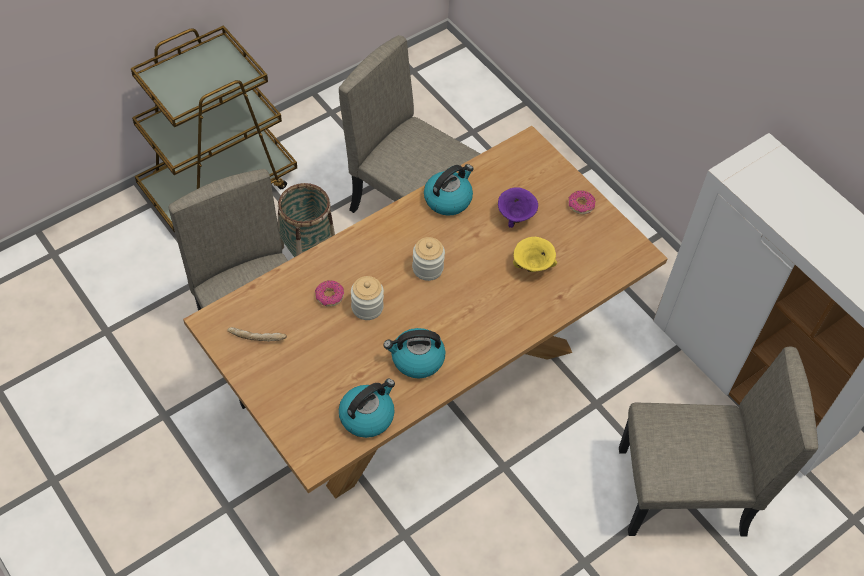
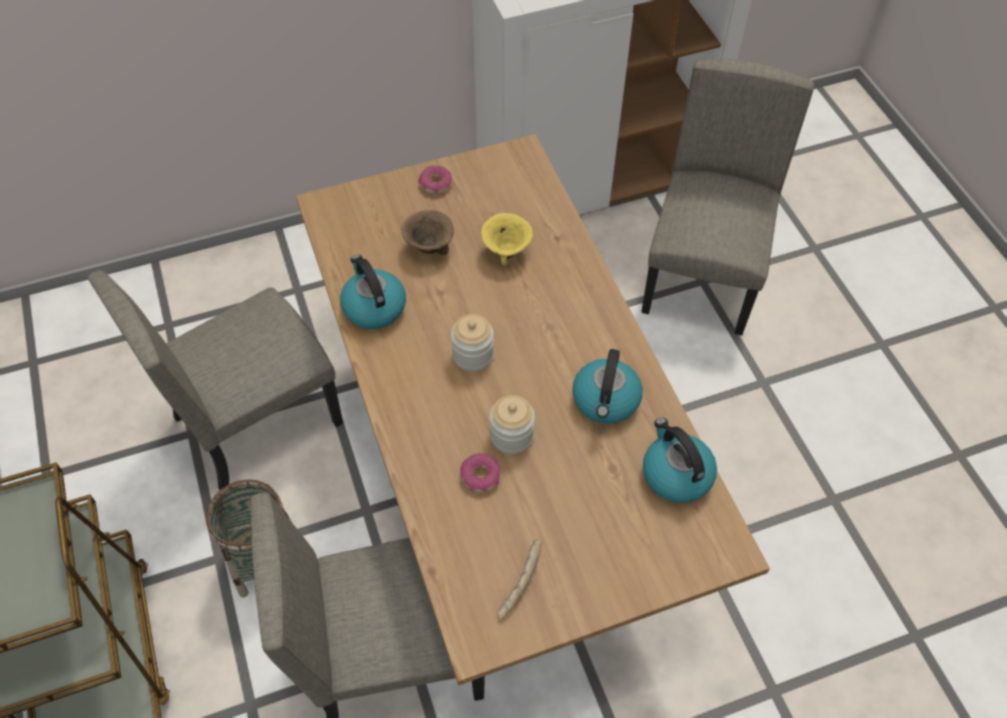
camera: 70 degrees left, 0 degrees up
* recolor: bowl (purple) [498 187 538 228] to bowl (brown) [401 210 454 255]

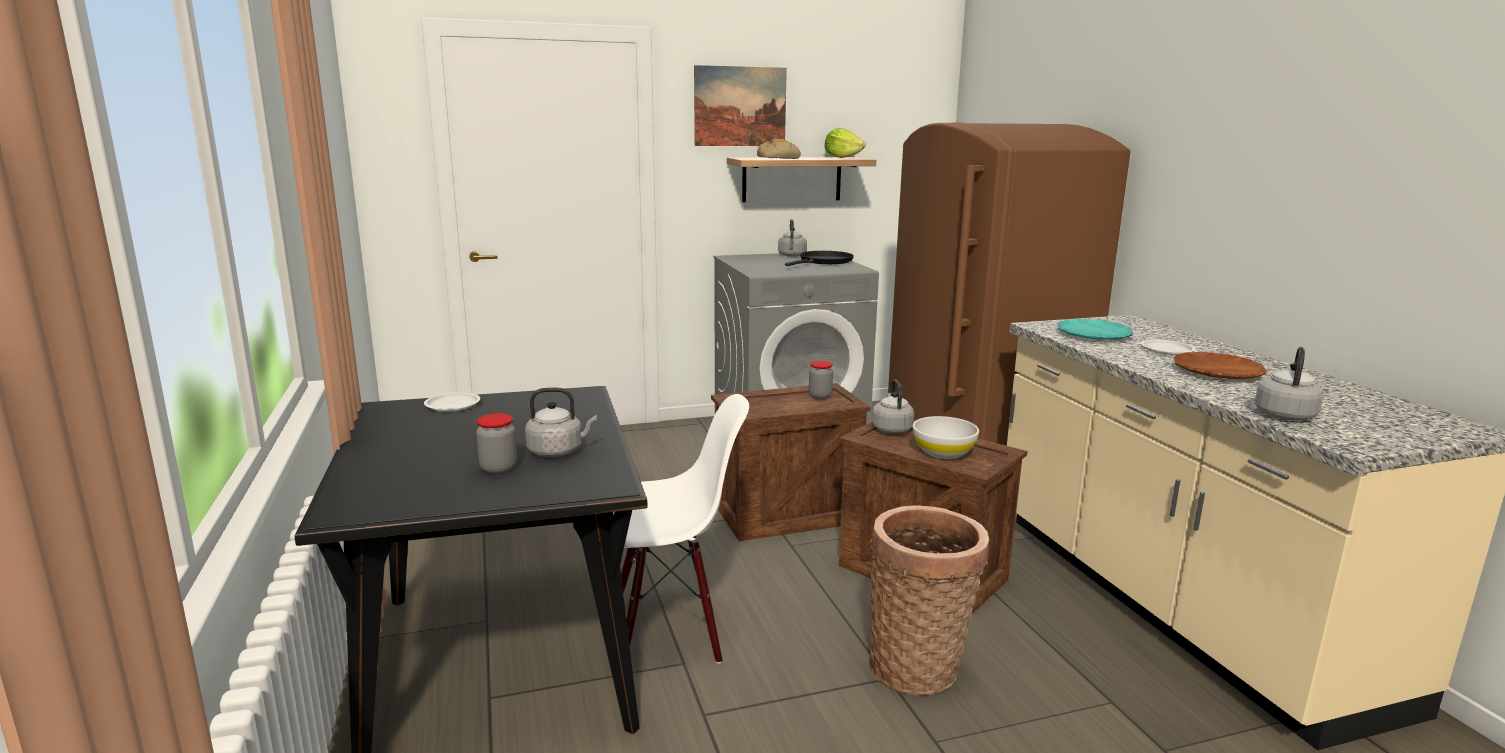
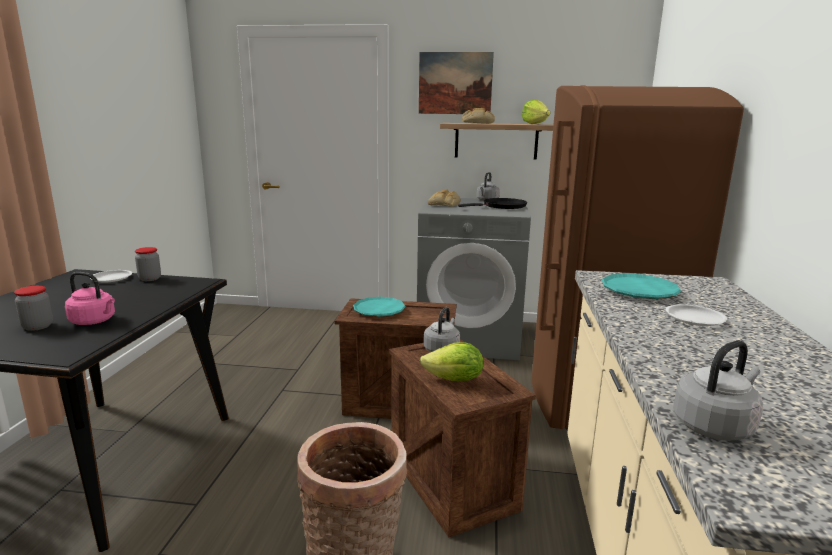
camera: 25 degrees right, 0 degrees up
* delete: chair (white) [613 394 749 664]
* delete: plate (brown) [1173 352 1267 379]
* insert: plate (turquoise) [353 297 406 317]
* insert: bread [428 189 461 207]
* move: jar [809 361 833 399] to [135 247 161 281]
* replace: bowl (white) [913 416 979 459] to lettuce [420 342 483 381]
* recolor: kettle (grey) [525 388 597 457] to kettle (pink) [65 272 115 325]

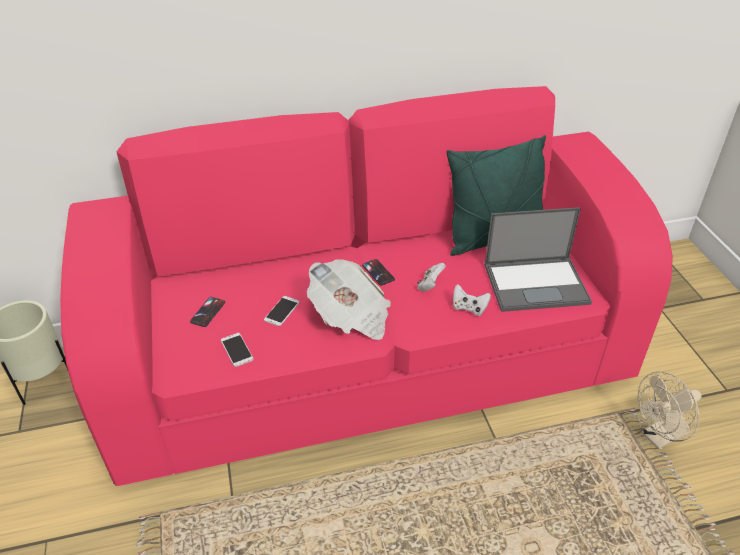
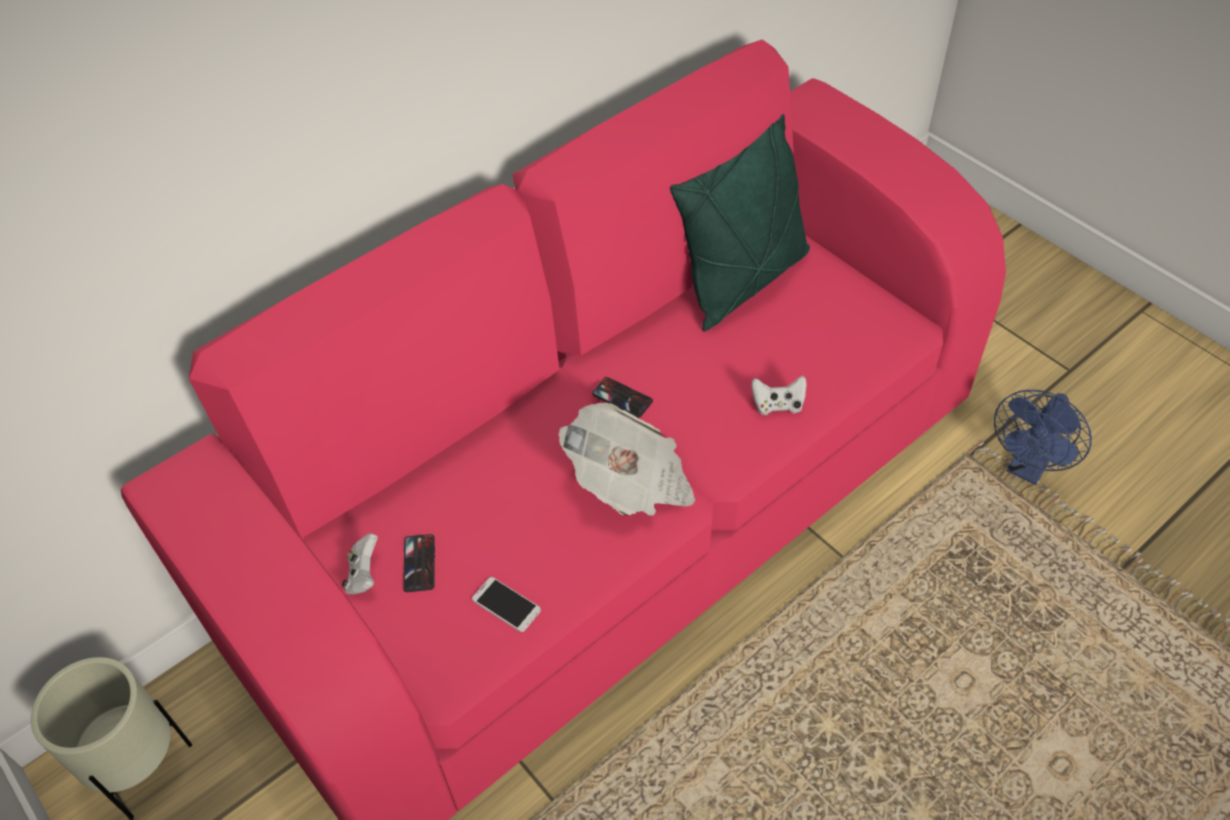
camera: 25 degrees left, 10 degrees up
* delete: phone [264 296 300 326]
* delete: laptop [484 207 592 312]
* move: game controller (white) [417 263 446 292] to [342 533 378 594]
* recolor: fan (beige) [638 371 702 450] to fan (blue) [994 390 1092 485]

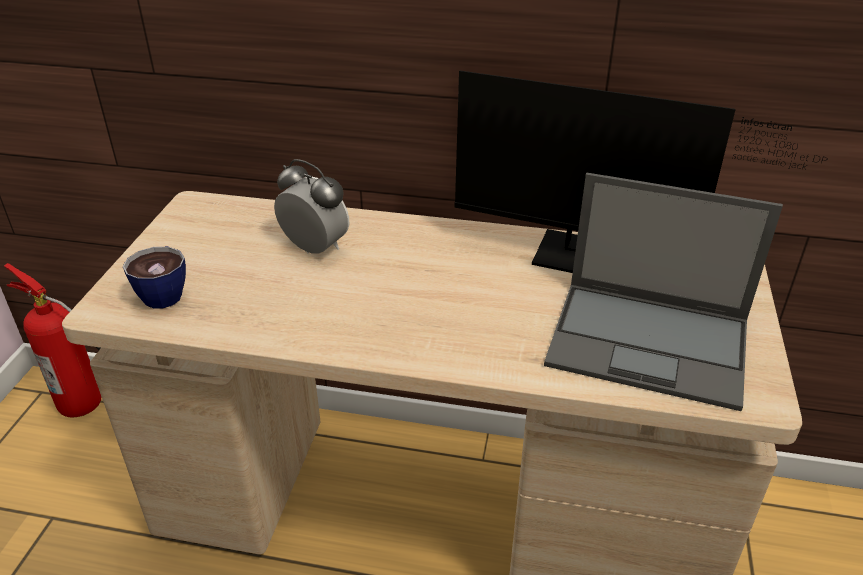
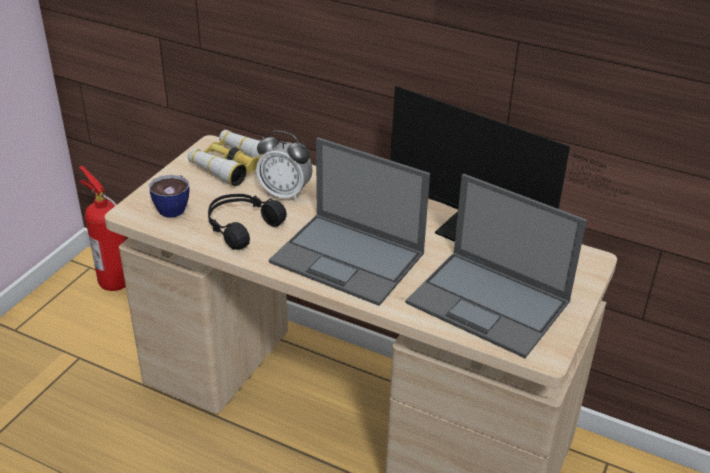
camera: 15 degrees right, 0 degrees up
* insert: binoculars [188 130 265 186]
* insert: headphones (black) [208 194 287 250]
* insert: laptop [269 137 430 306]
* rotate: alarm clock [274 159 349 254] = [256 131 313 202] 150 degrees clockwise

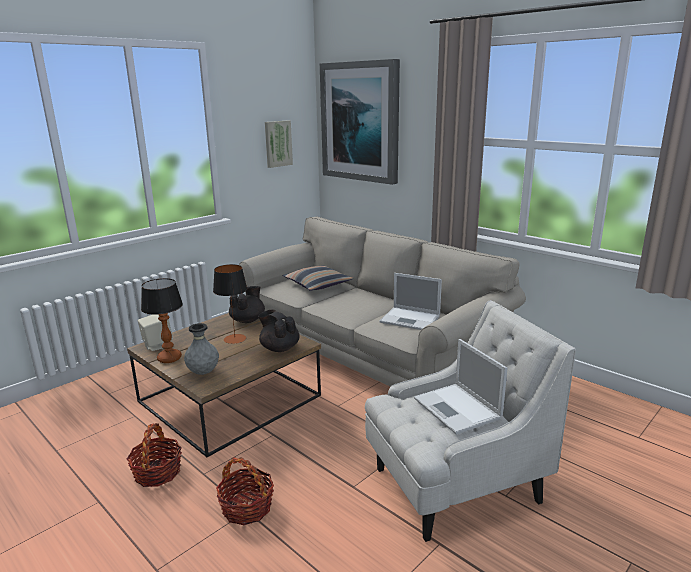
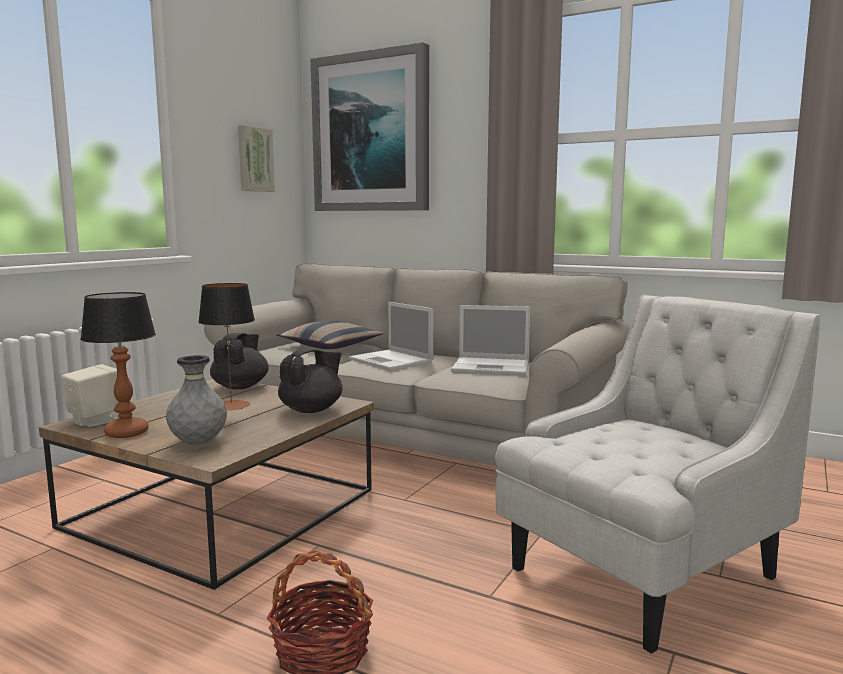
camera: 15 degrees left, 10 degrees down
* delete: basket [127 423 182 487]
* move: laptop [414 339 508 435] to [349 302 433 371]
* rotate: teapot (black) [258 310 300 352] = [278 349 343 413] 105 degrees clockwise

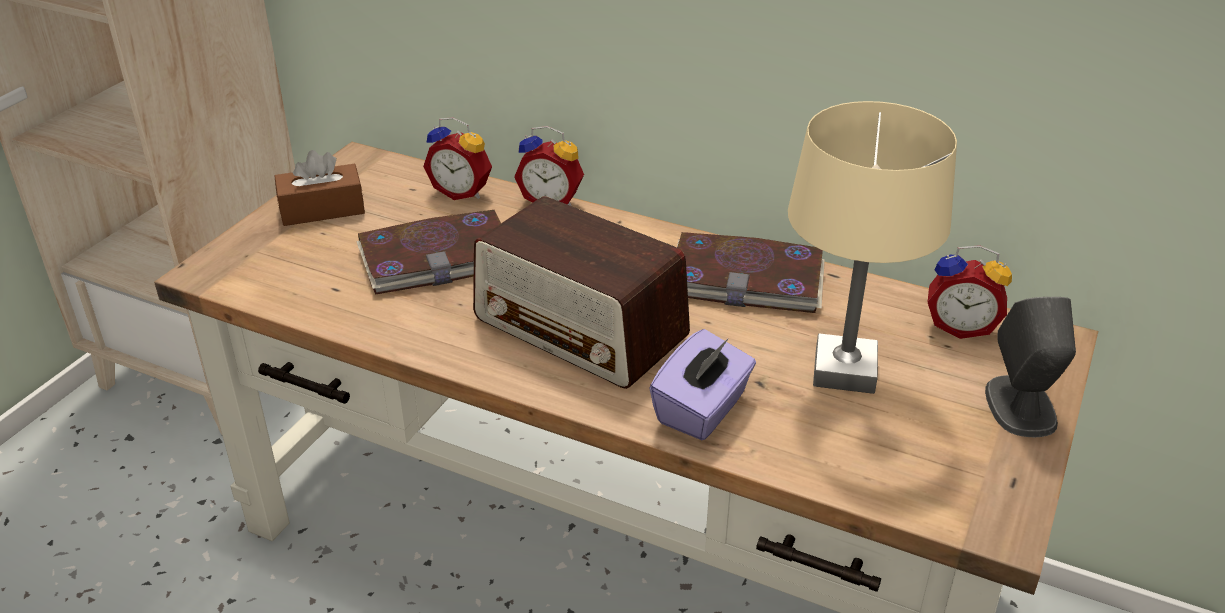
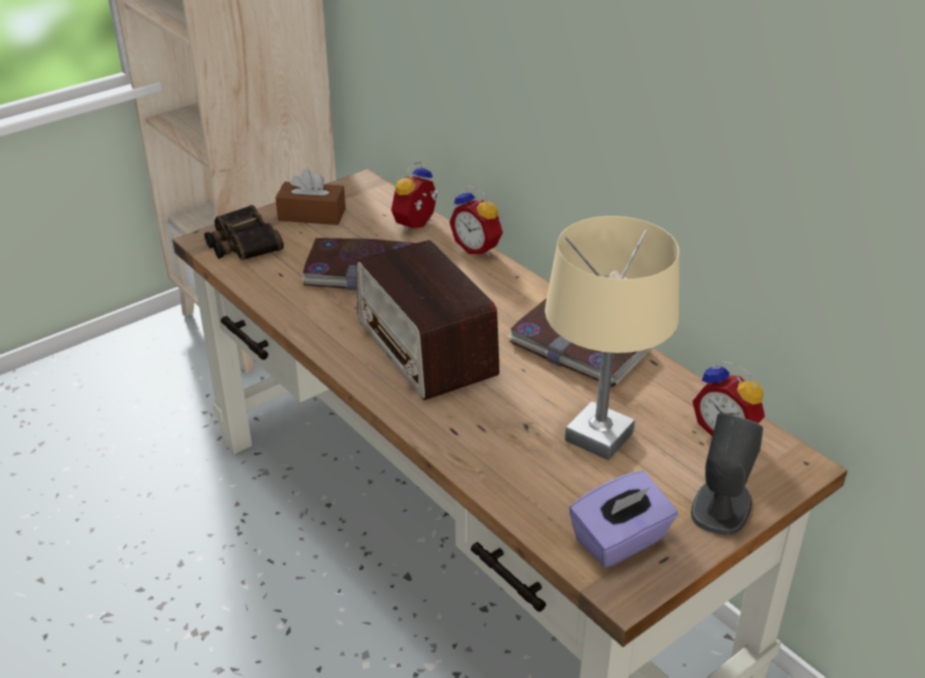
camera: 25 degrees right, 0 degrees up
* insert: binoculars [204 205 284 261]
* move: tissue box (purple) [649 329 756 440] to [569 471 678 568]
* rotate: alarm clock [423 117 492 200] = [391 161 439 232] 75 degrees clockwise

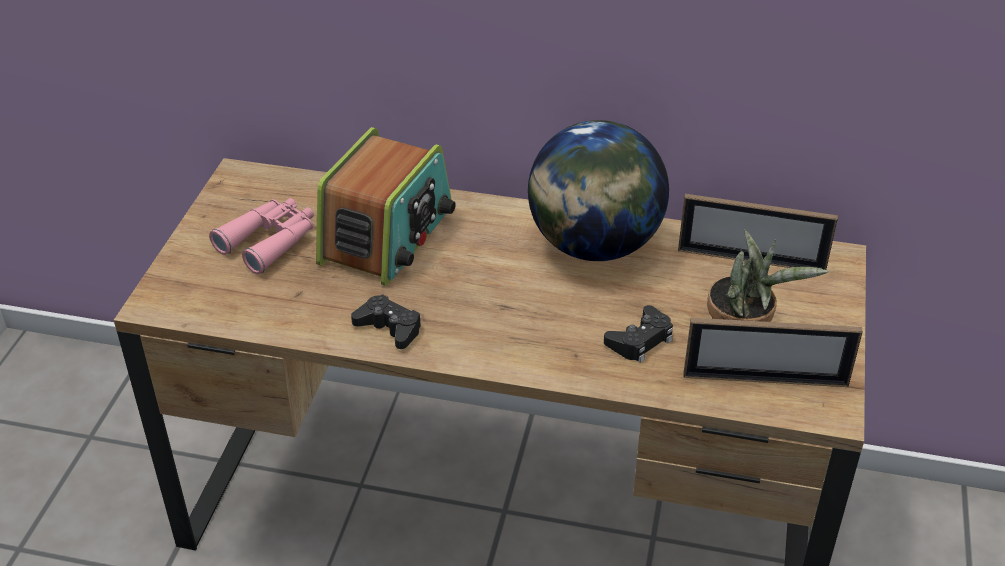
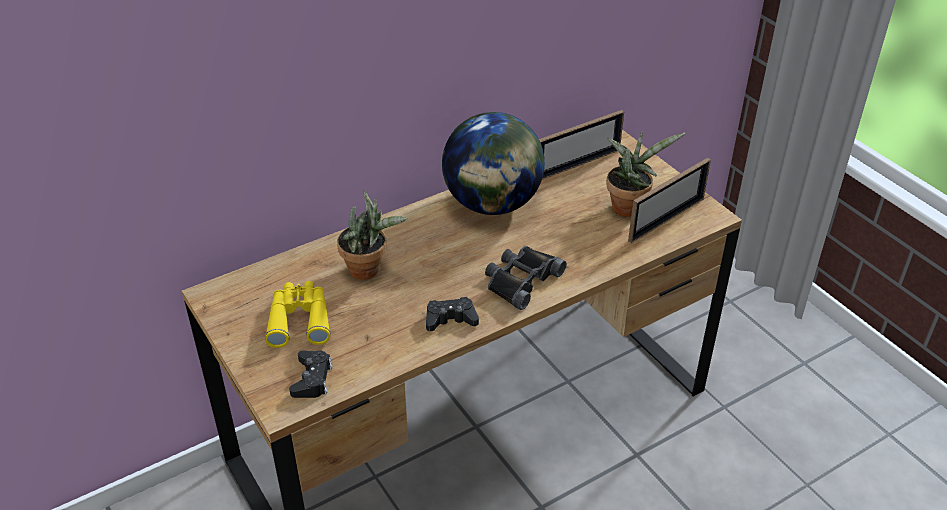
camera: 45 degrees left, 0 degrees up
* insert: binoculars (black) [485 246 566 310]
* move: game controller (black) [604 305 673 363] to [289 350 333 398]
* replace: radio [316 127 456 286] to potted plant [337 191 408 280]
* recolor: binoculars (pink) [209 198 314 274] to binoculars (yellow) [265 281 331 348]

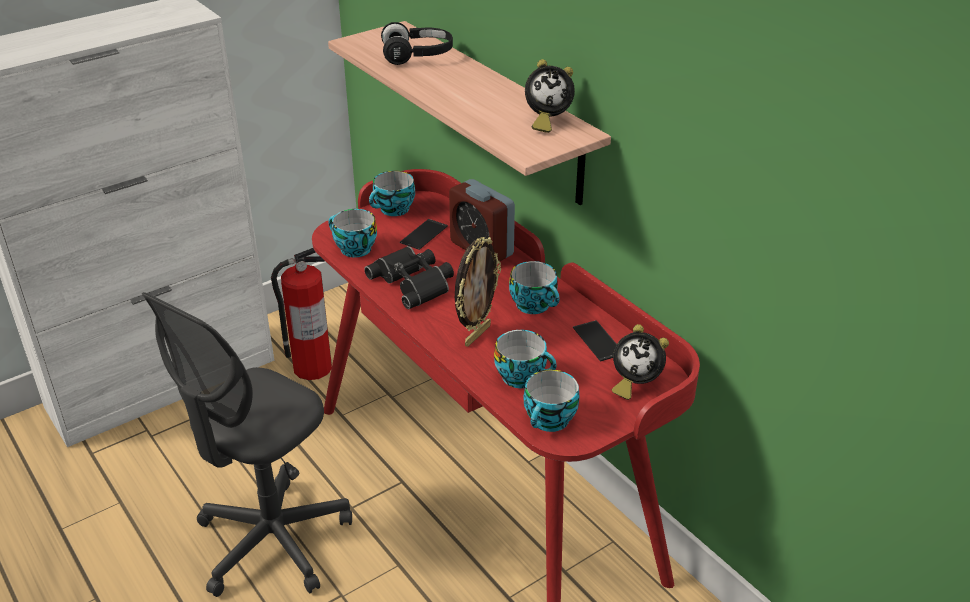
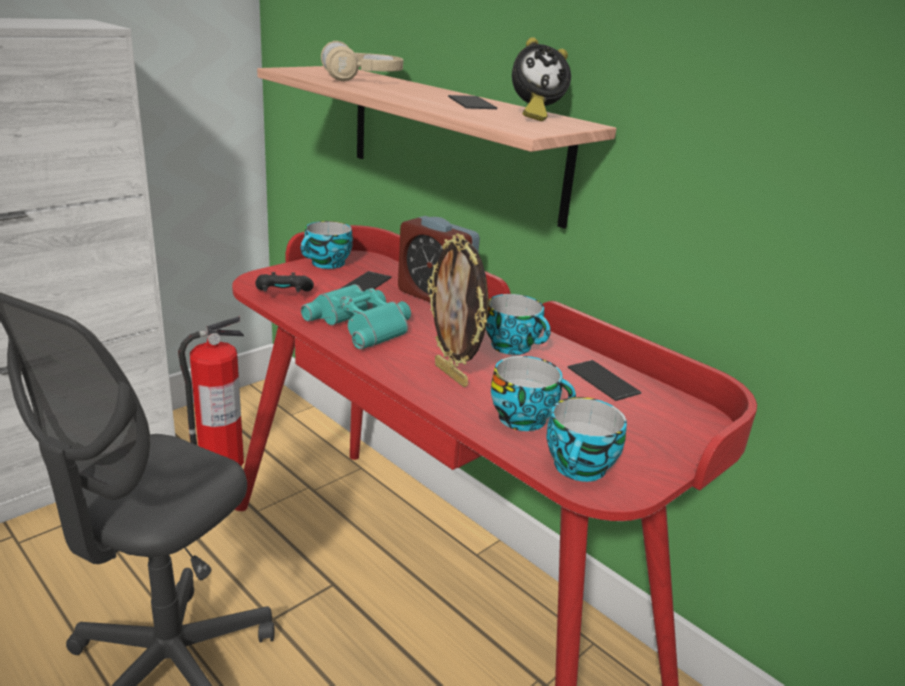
camera: 10 degrees left, 10 degrees down
* delete: alarm clock [612 324 669 400]
* insert: phone [448 95 497 109]
* replace: cup [328 209 377 257] to game controller (black) [255 272 314 292]
* recolor: binoculars (black) [364 246 454 309] to binoculars (turquoise) [301 284 411 350]
* recolor: headphones (black) [381 22 453 65] to headphones (beige) [321 41 403 81]
* rotate: picture frame [455 237 501 347] = [428 233 488 387] 120 degrees clockwise

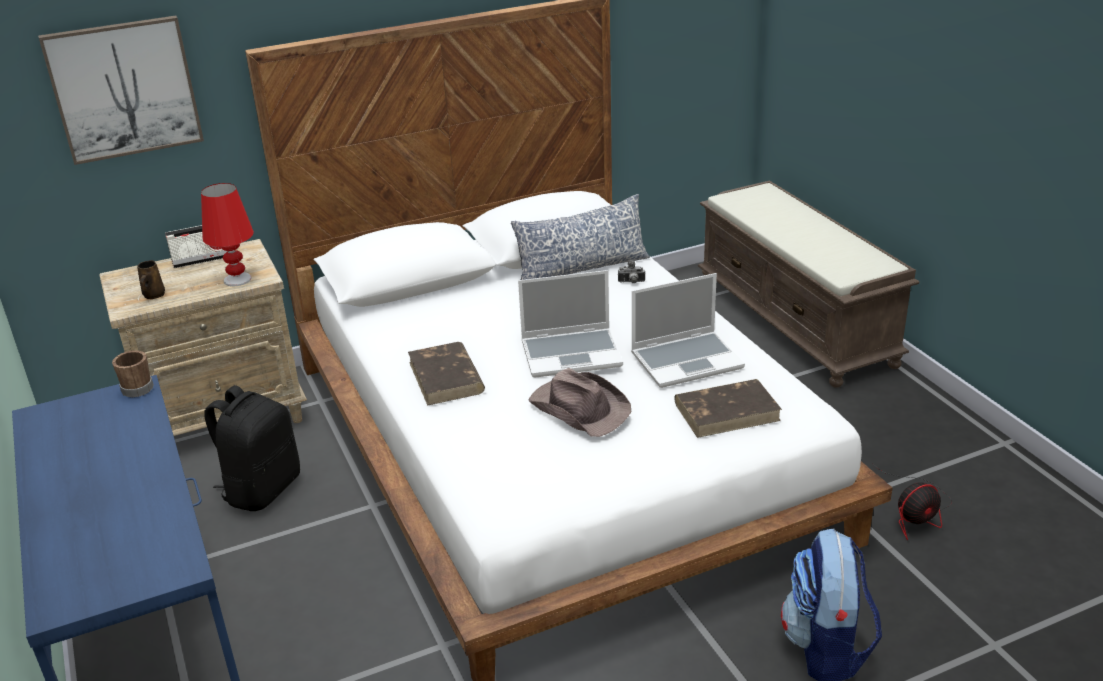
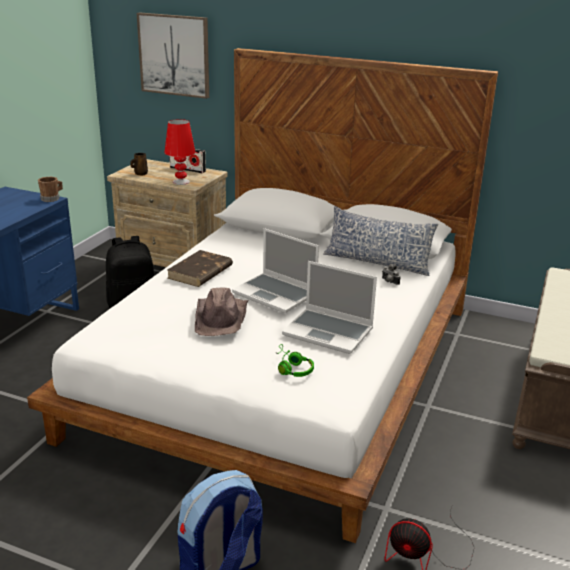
camera: 45 degrees right, 5 degrees down
* replace: book (brown) [675 379 782 438] to headphones (green) [276 344 314 377]

